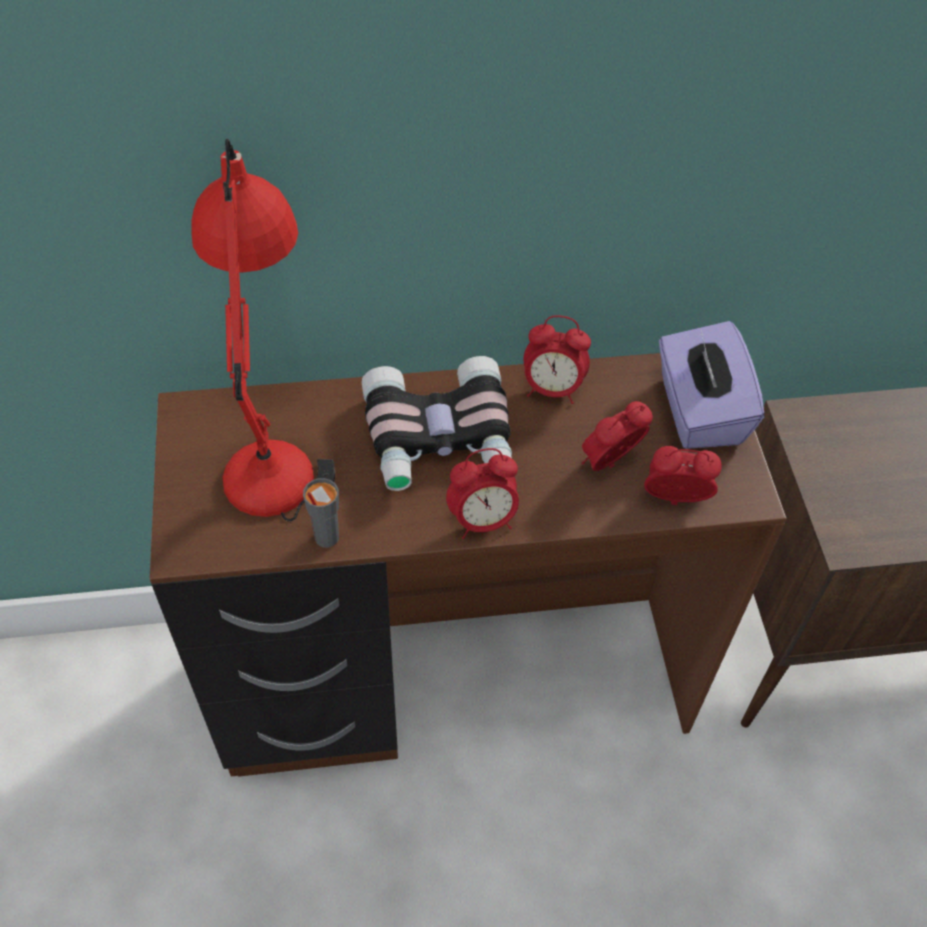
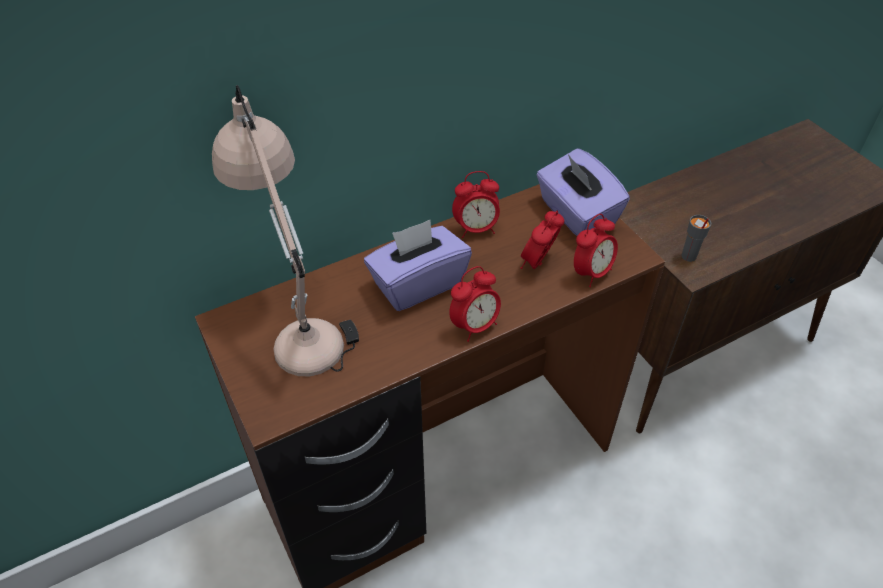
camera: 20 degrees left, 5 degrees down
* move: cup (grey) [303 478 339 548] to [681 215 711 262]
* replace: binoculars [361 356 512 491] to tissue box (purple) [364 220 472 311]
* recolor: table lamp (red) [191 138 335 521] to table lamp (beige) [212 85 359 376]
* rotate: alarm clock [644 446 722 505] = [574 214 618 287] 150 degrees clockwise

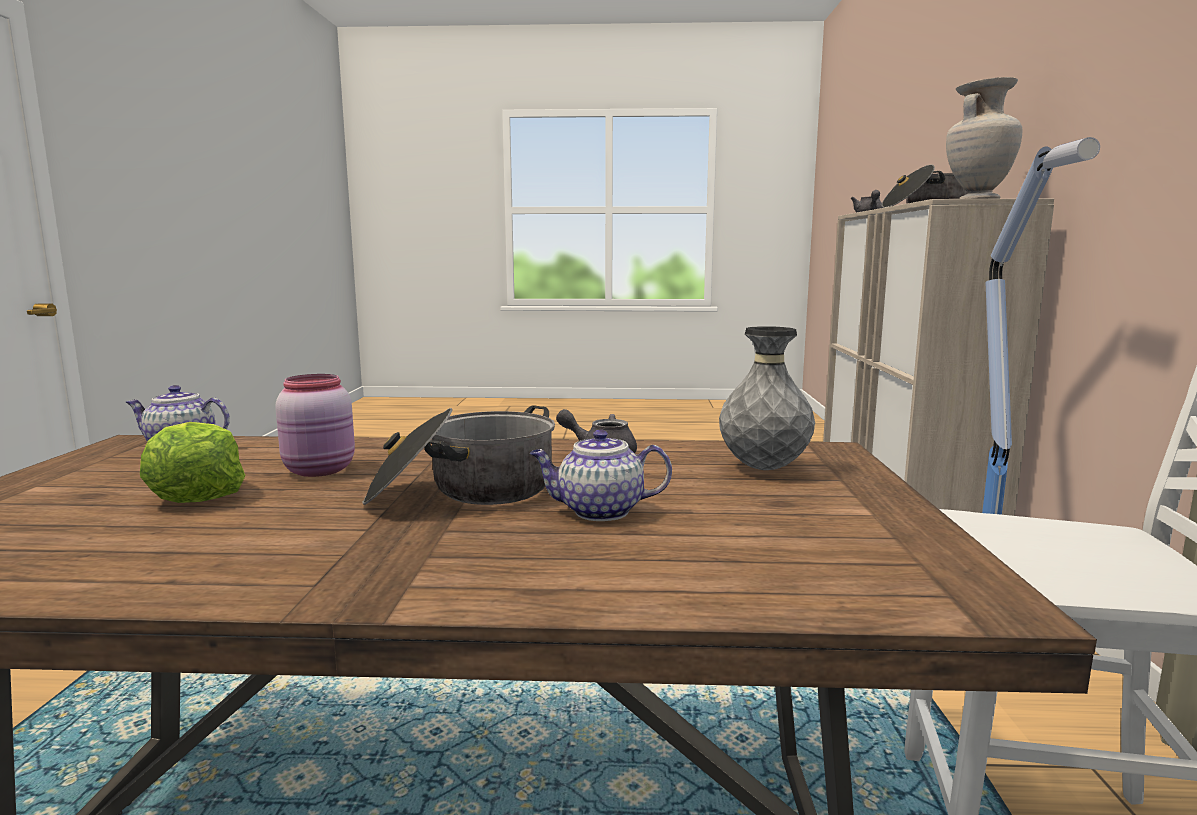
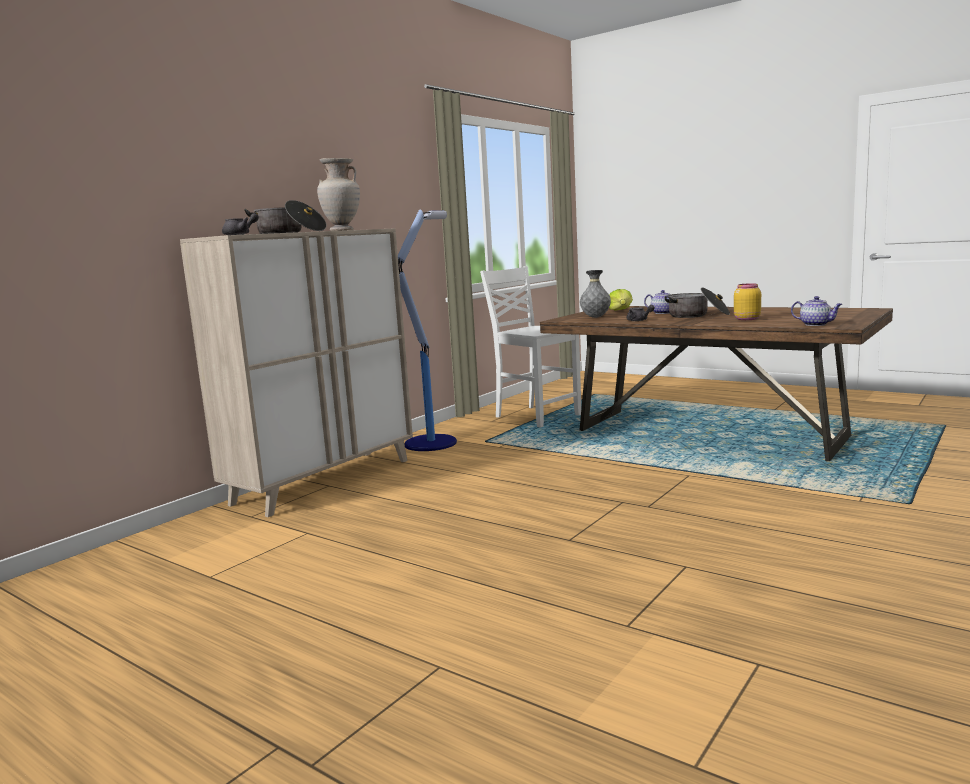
camera: 145 degrees left, 0 degrees up
* move: lettuce [140 422 245 503] to [609 289 633 311]
* recolor: jar (pink) [275 374 355 477] to jar (yellow) [734 283 761 320]

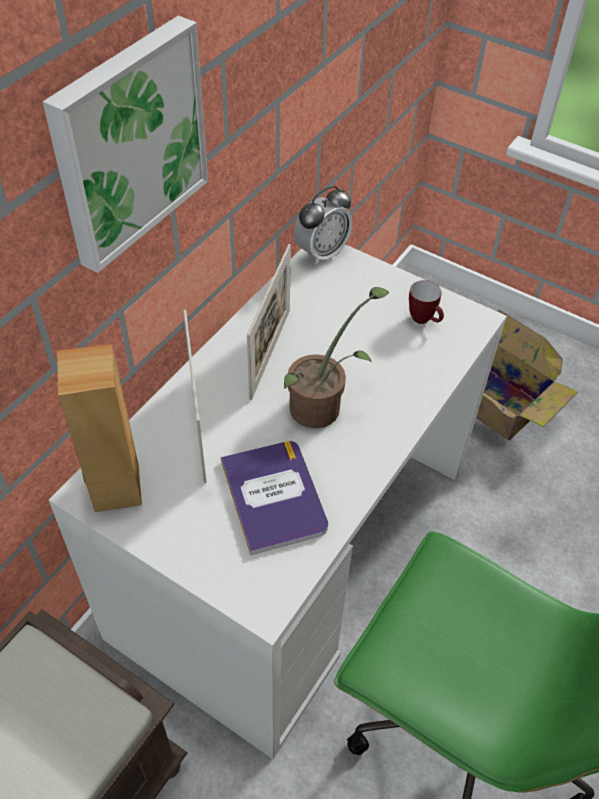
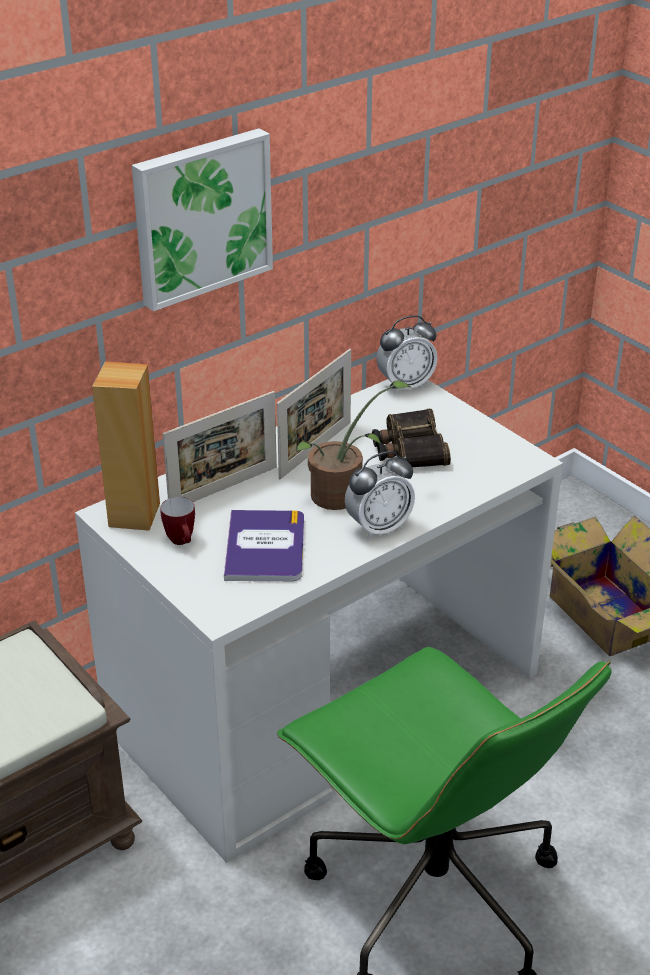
camera: 20 degrees right, 15 degrees down
* insert: alarm clock [345 451 415 540]
* insert: binoculars [372 409 451 467]
* move: mug [409 280 444 324] to [160 497 195 545]
* rotate: picture frame [183 310 206 483] = [163 391 277 502] 135 degrees counterclockwise

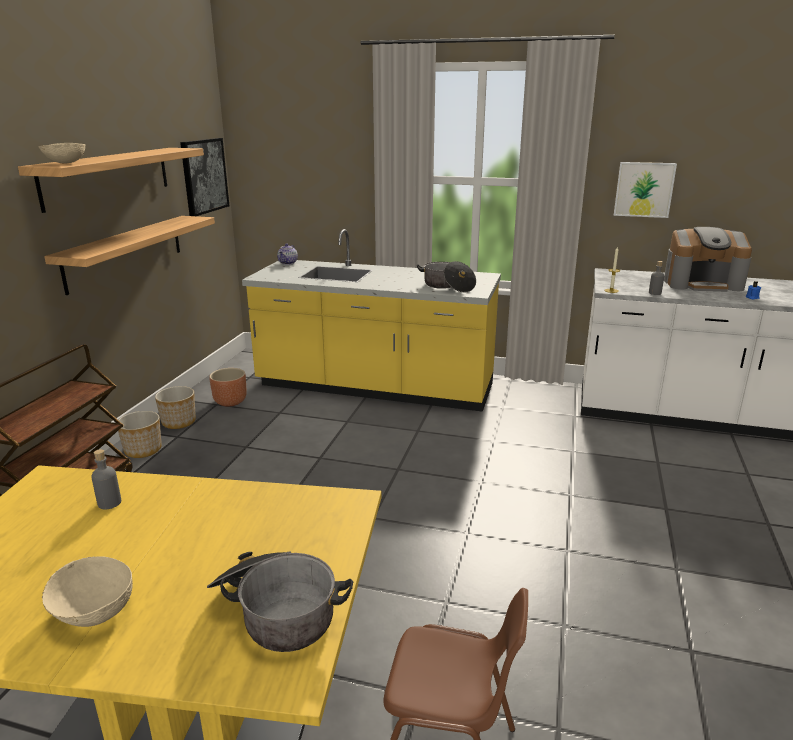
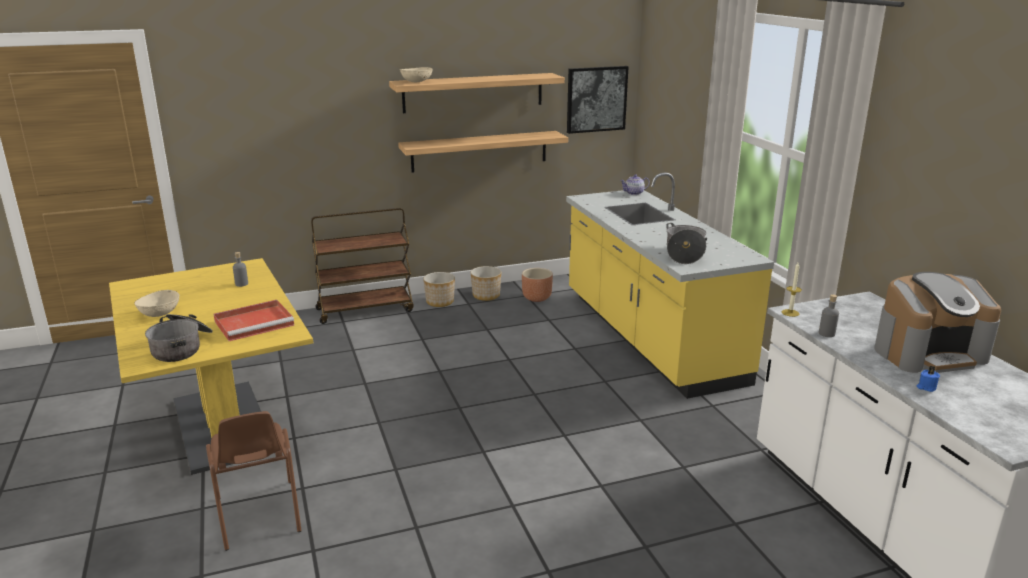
camera: 55 degrees right, 0 degrees up
* delete: picture [614 162 677 218]
* insert: tray (red) [214 300 294 341]
* rotate: coffee machine [664 227 752 292] = [874 272 1001 373] 75 degrees counterclockwise

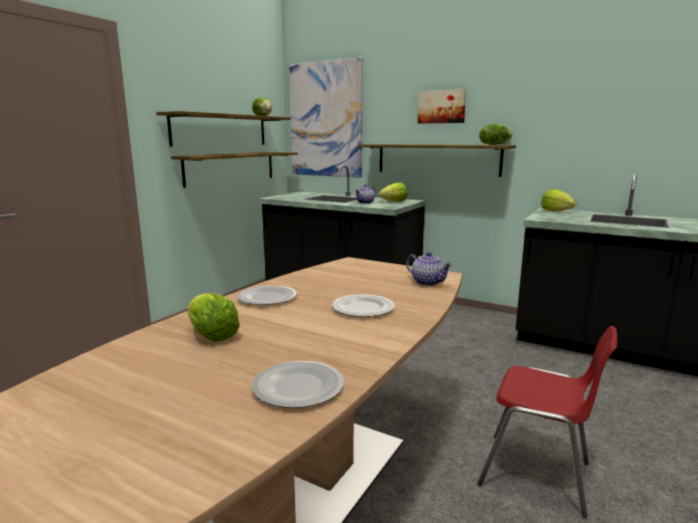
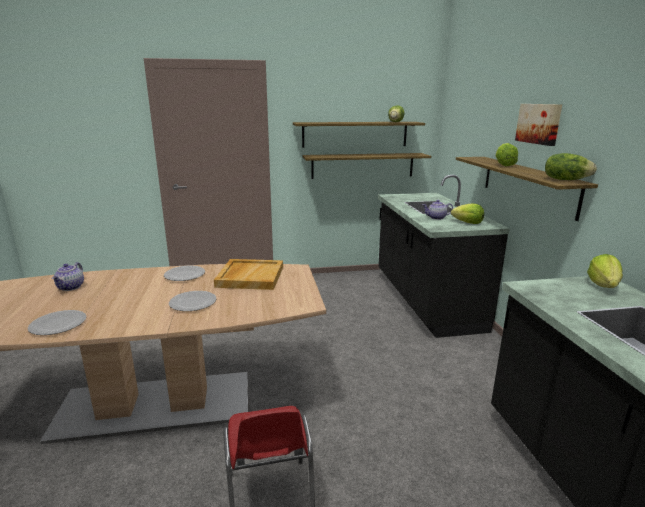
camera: 50 degrees right, 5 degrees up
* delete: picture [289 57 363 178]
* insert: tray (beige) [214 259 283 290]
* move: lettuce [187 293 240 342] to [495 143 518 166]
* move: teapot [406 252 452 286] to [52 262 84 291]

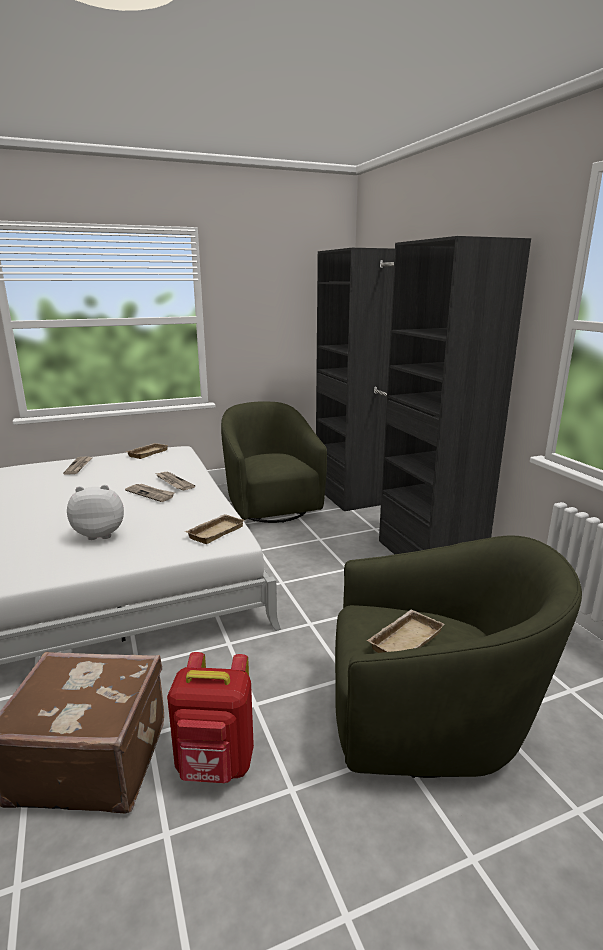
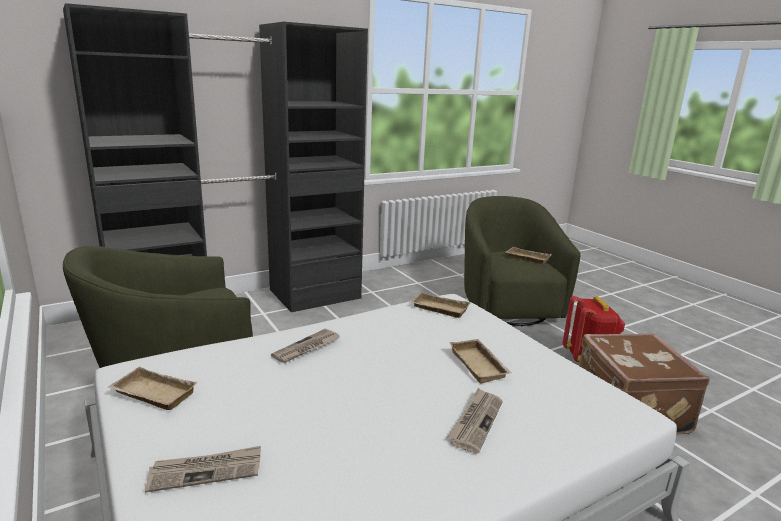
camera: 100 degrees left, 0 degrees up
* move: newspaper [125 484 175 502] to [447 388 503 454]
* replace: plush toy [67 485 124 540] to tray (beige) [449 339 511 384]

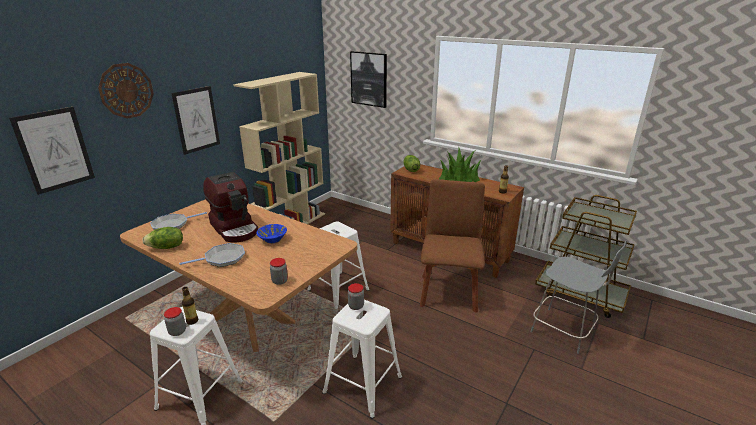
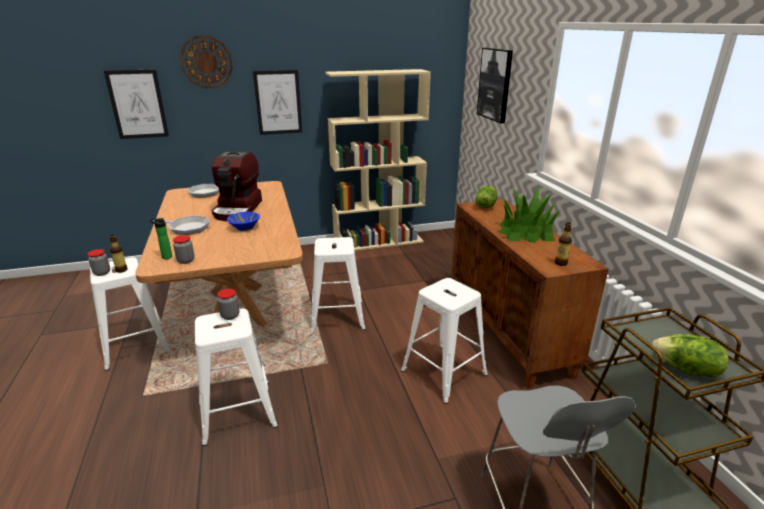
camera: 40 degrees right, 0 degrees up
* insert: bottle [149 218 172 259]
* move: lettuce [143 227 183 249] to [651 334 729 377]
* replace: chair (brown) [420 179 485 313] to stool (white) [401 278 488 404]

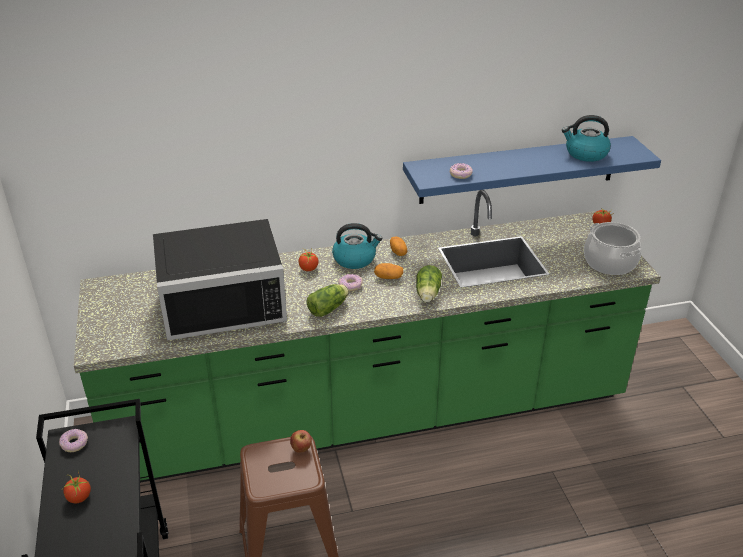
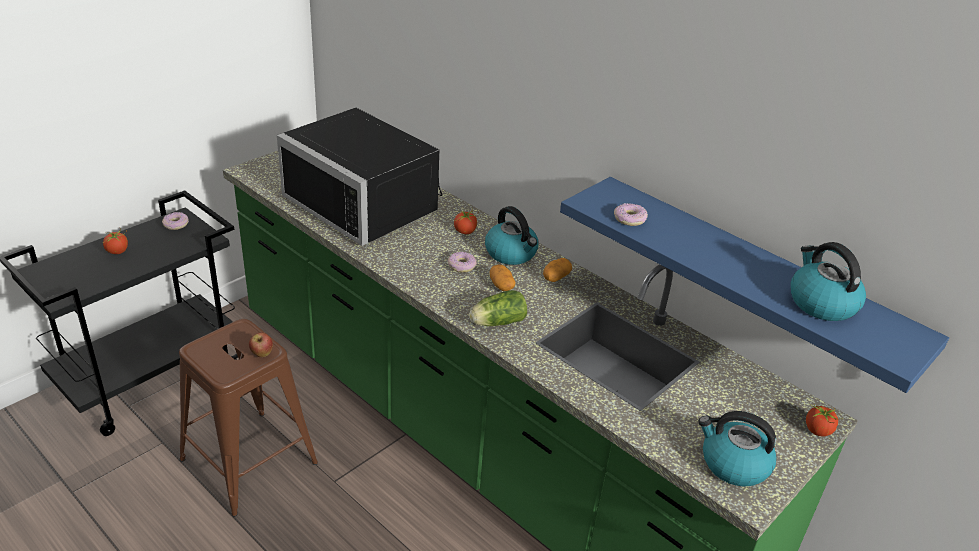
camera: 55 degrees right, 0 degrees up
* delete: lettuce [306 284 349 317]
* replace: cooking pot [584 222 642 275] to kettle [698 411 777 487]

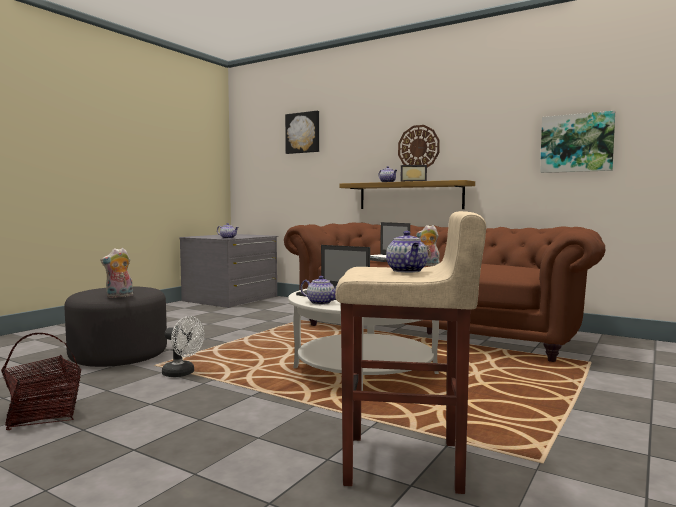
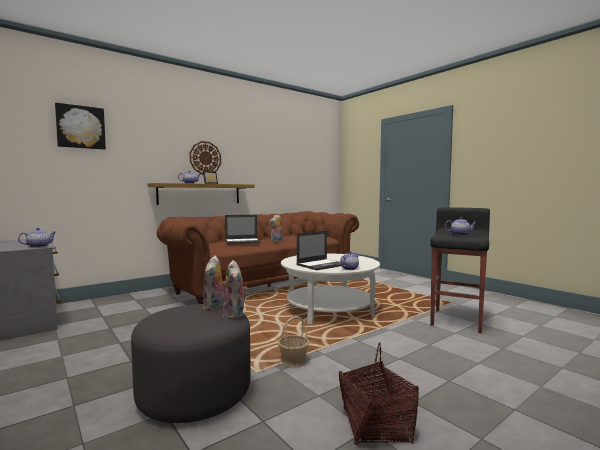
camera: 70 degrees left, 0 degrees up
* delete: picture [540 111 615 173]
* insert: plush toy [203 256 225 311]
* replace: fan (white) [162 316 204 377] to basket [278 316 309 367]
* recolor: stool (beige) [335 211 486 494] to stool (black) [430 207 490 333]

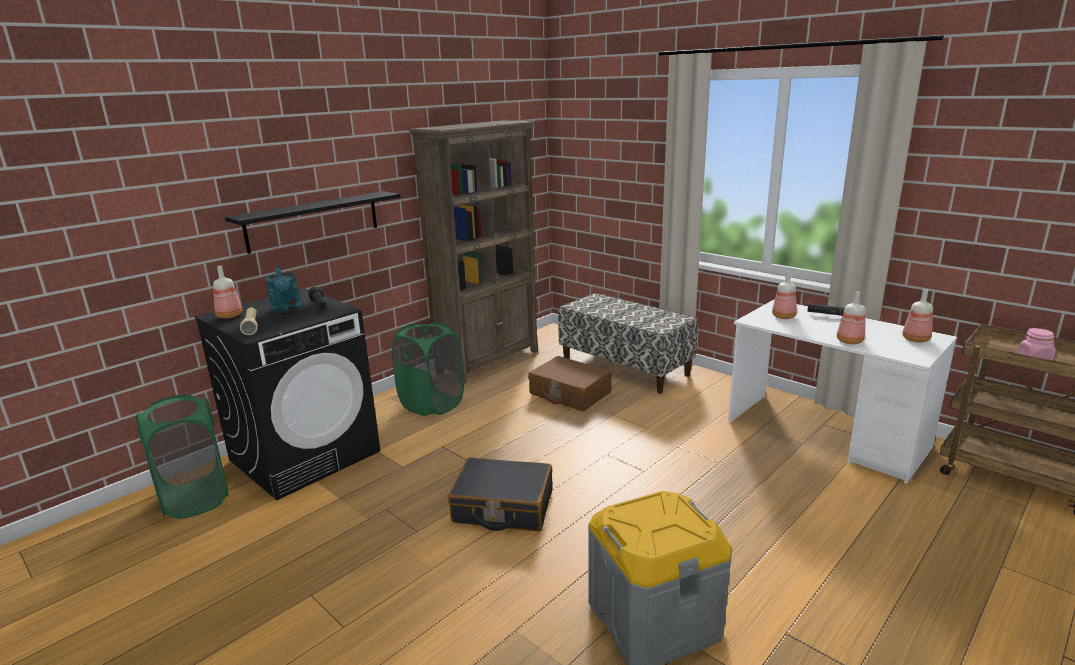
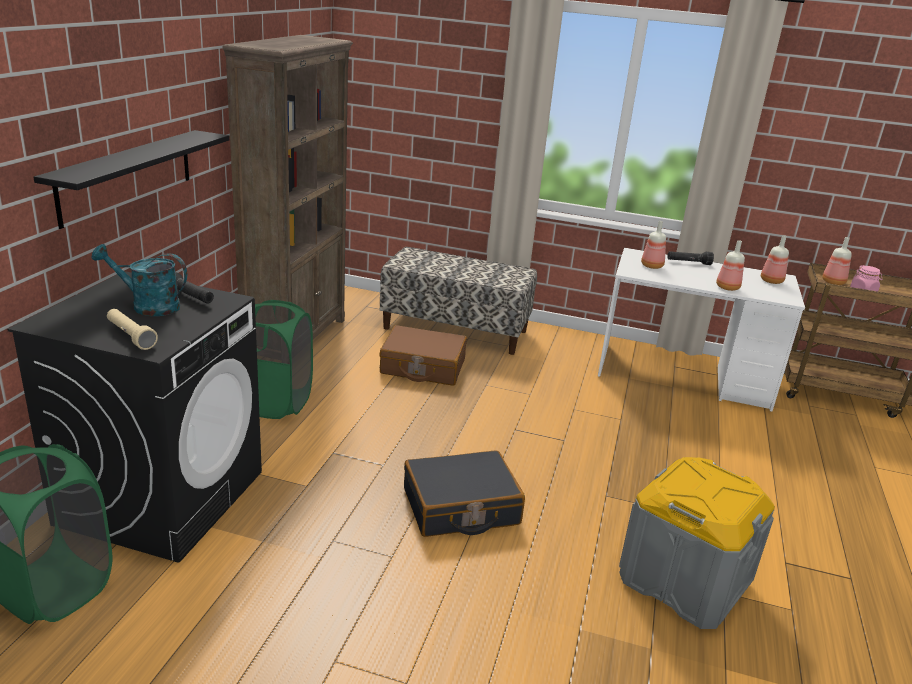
camera: 30 degrees left, 5 degrees up
* move: bottle [213 266 242 319] to [822 237 852 285]
* rotate: watering can (turquoise) [265 265 302 313] = [92 244 187 316] 150 degrees clockwise

